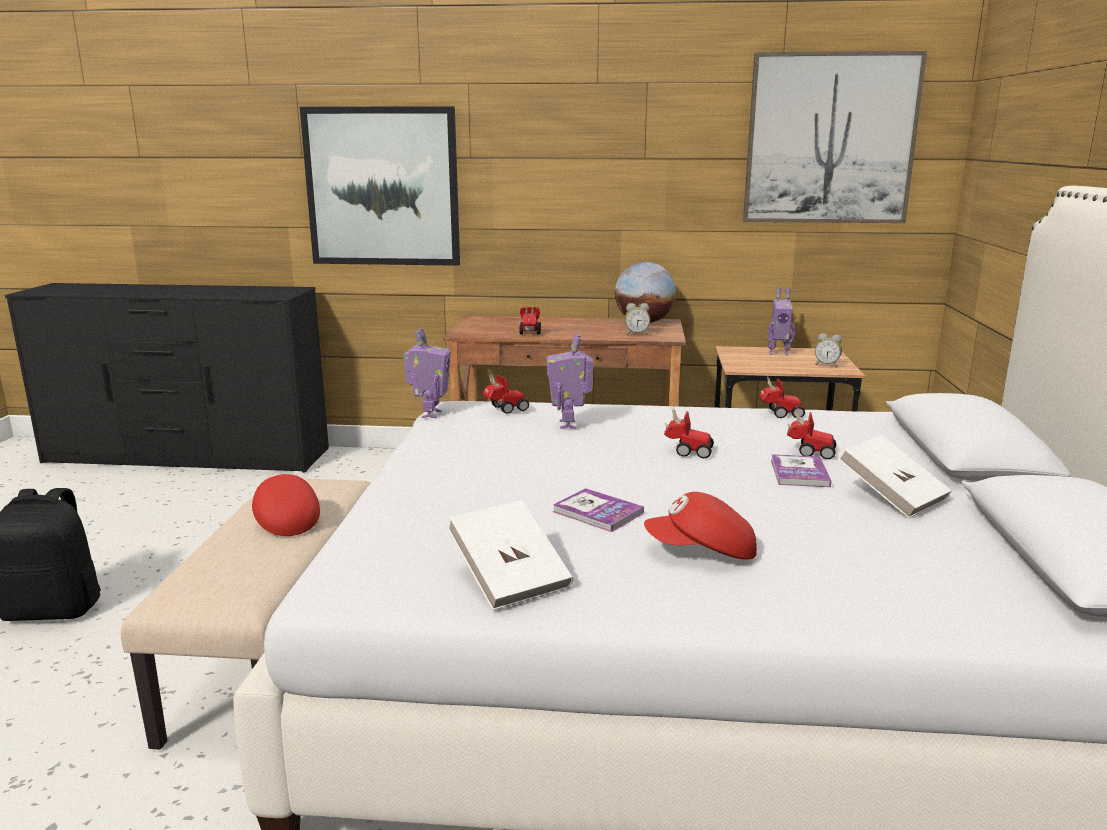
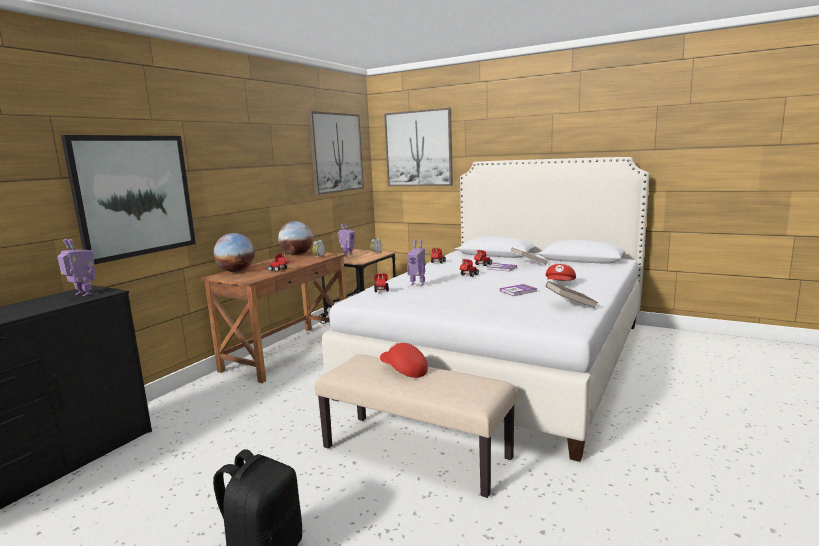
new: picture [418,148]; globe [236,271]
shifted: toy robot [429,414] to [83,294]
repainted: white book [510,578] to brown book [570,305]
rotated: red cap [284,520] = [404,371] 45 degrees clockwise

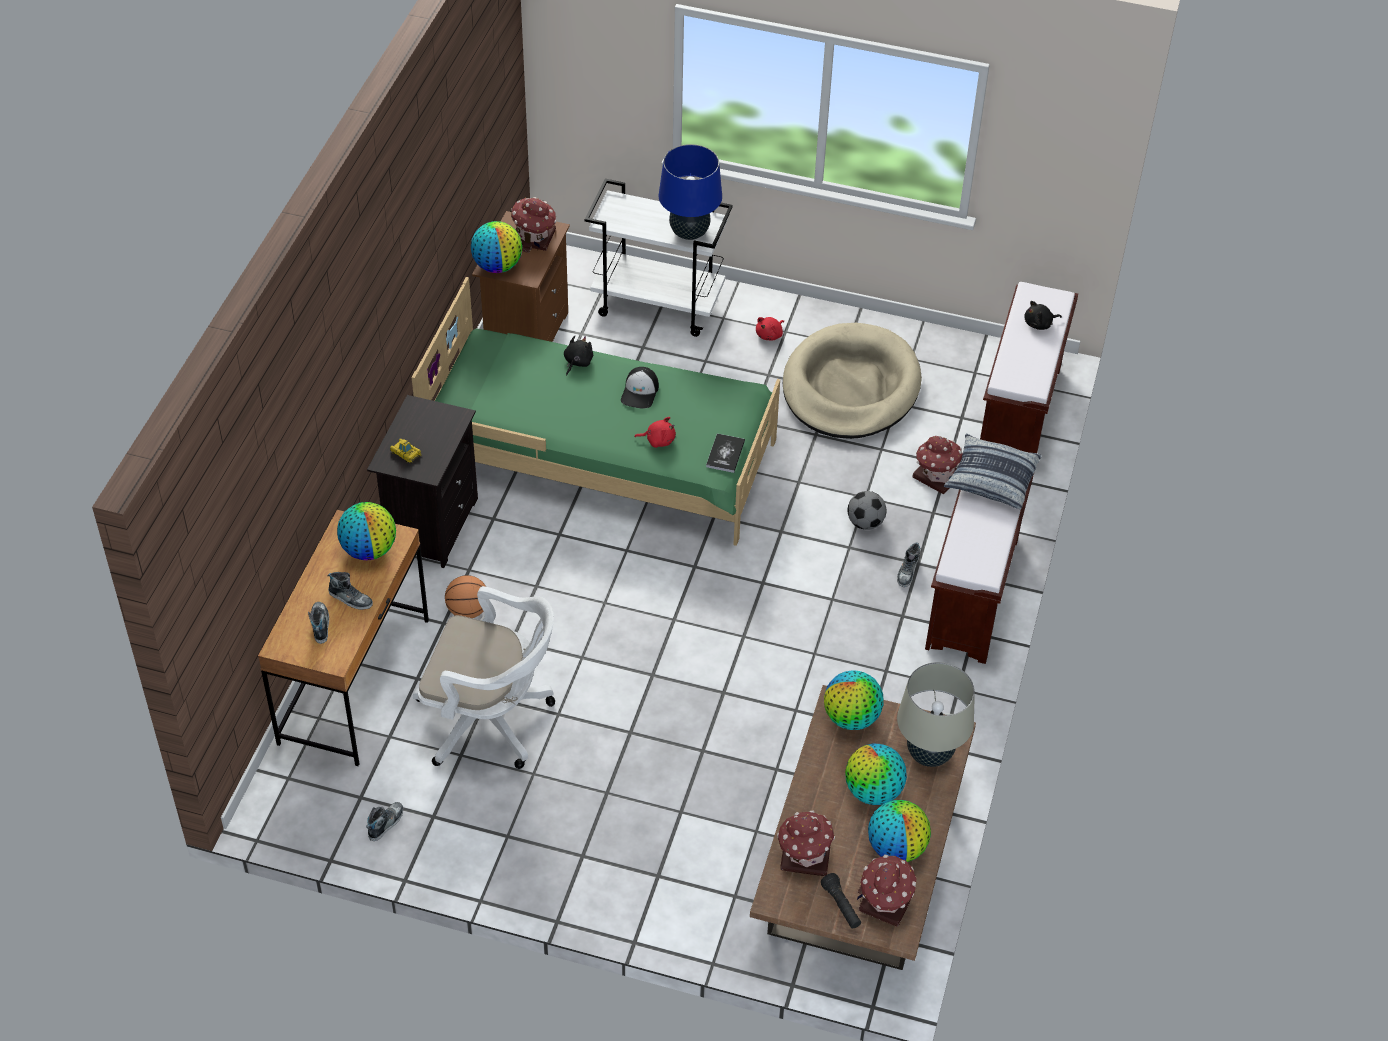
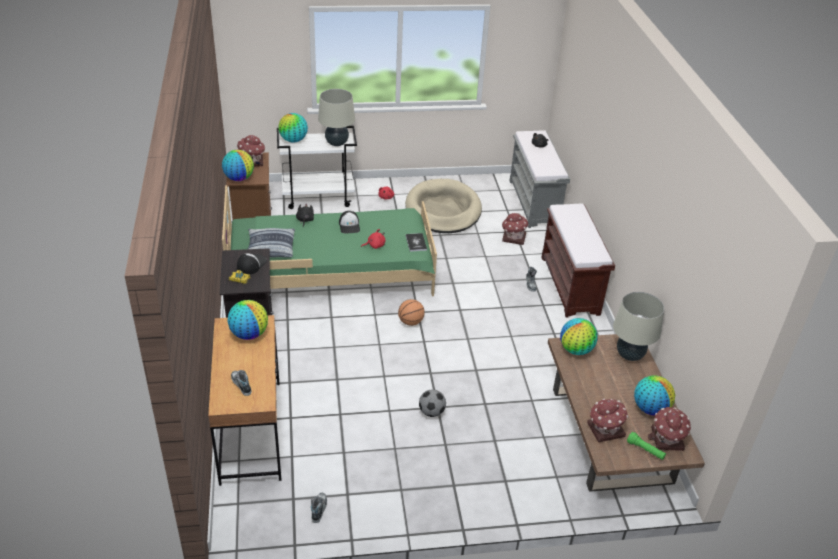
gone: shoe [350,598]; white office chair [491,721]
new: cap [251,264]
shifted: pillow [991,479] to [270,248]; football [865,523] to [431,412]; basketball [468,611] to [410,322]; globe [873,792] to [293,140]
repainted: blue table lamp [689,232] to beige table lamp [337,143]; brown bench [1019,417] to grey bench [534,203]; black flashlight [841,906] to green flashlight [645,450]

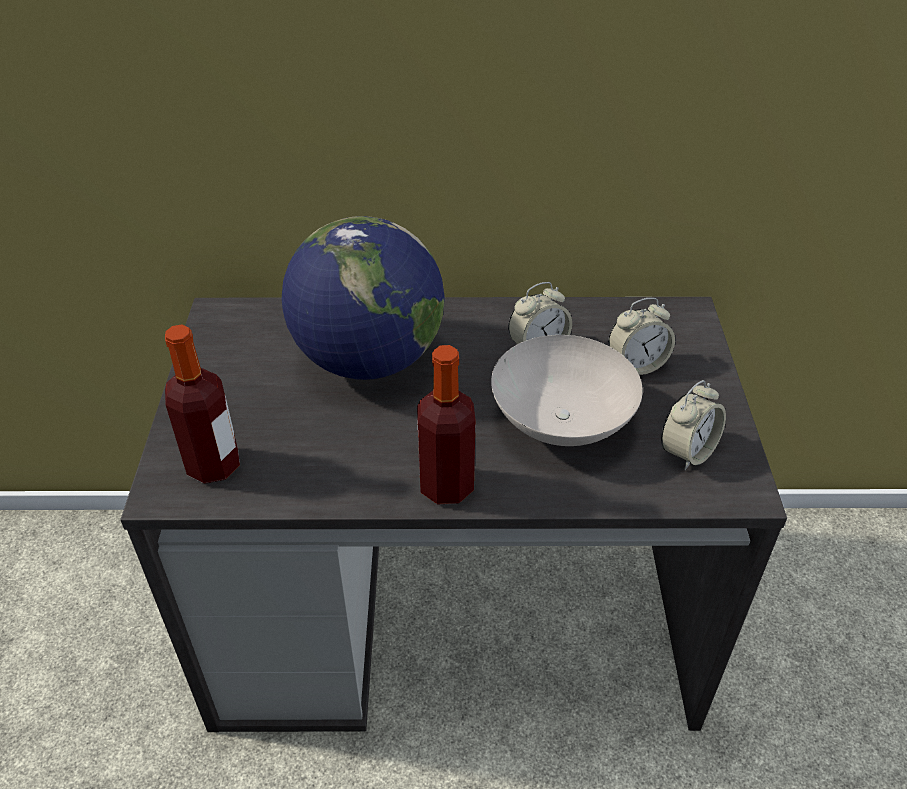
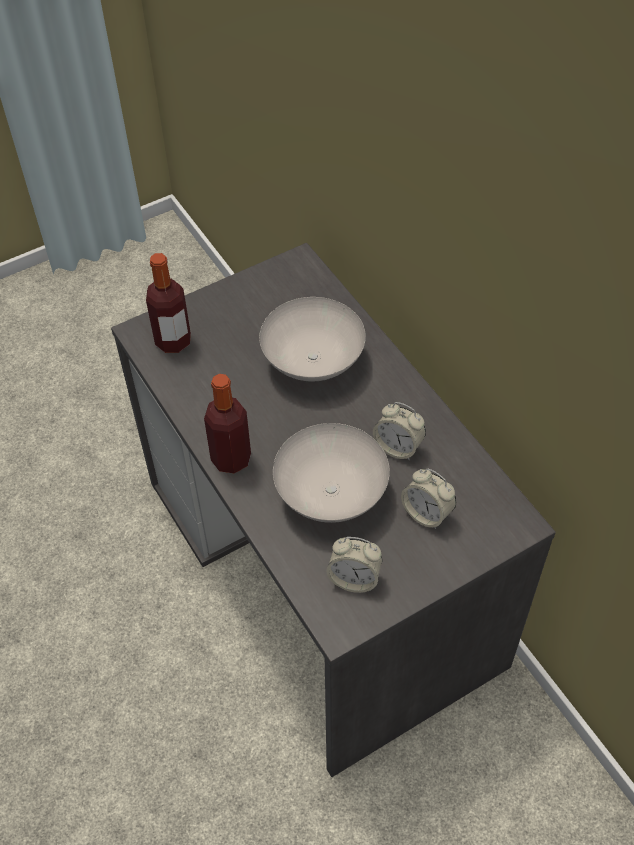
swapped: globe [368,360] to white bowl [314,361]

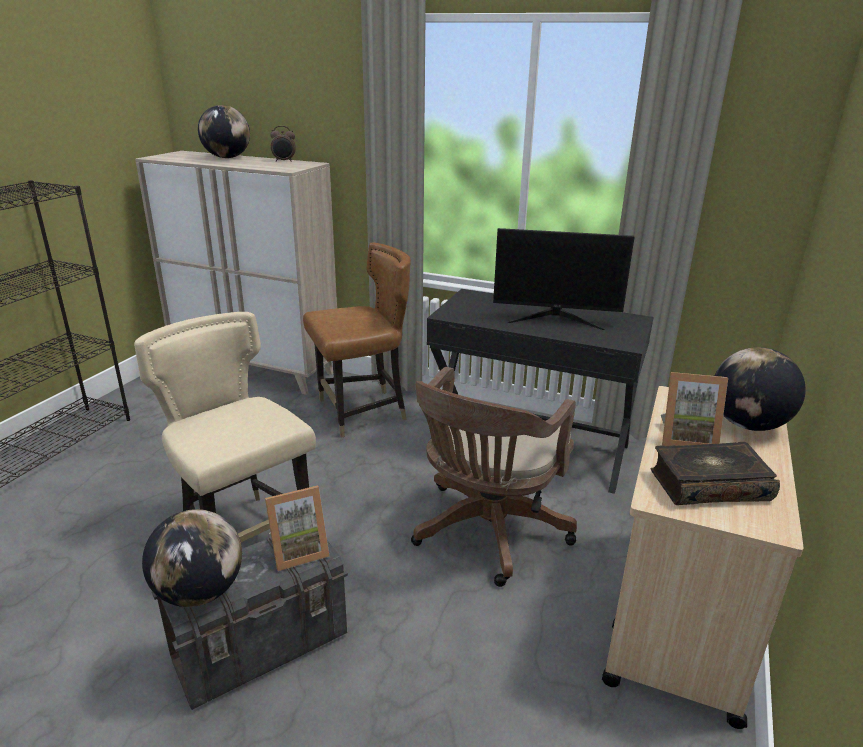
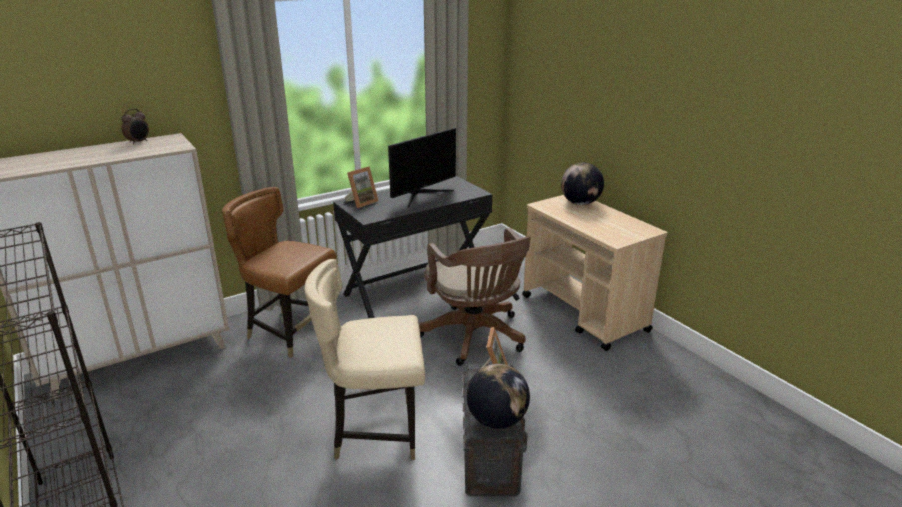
gone: globe [227,157]; book [708,485]
shifted: picture frame [686,439] to [361,202]
rotated: brown chair [362,412] = [290,332] 75 degrees counterclockwise

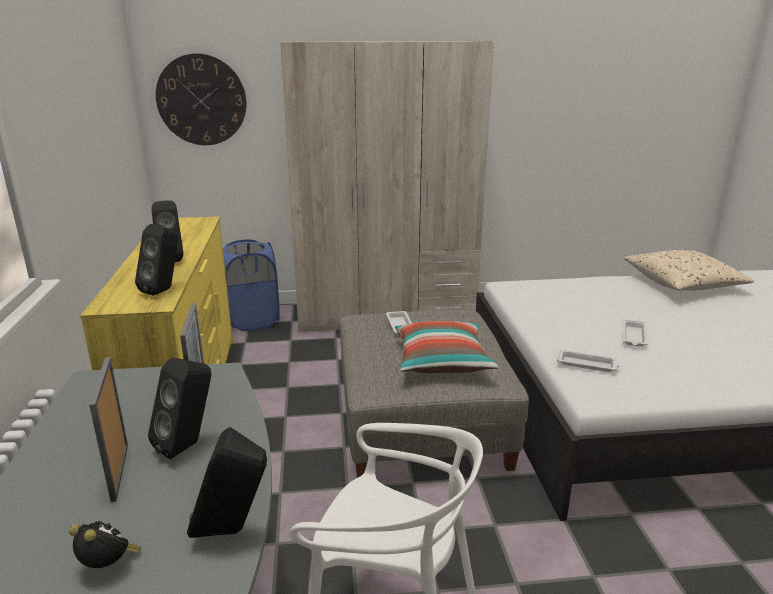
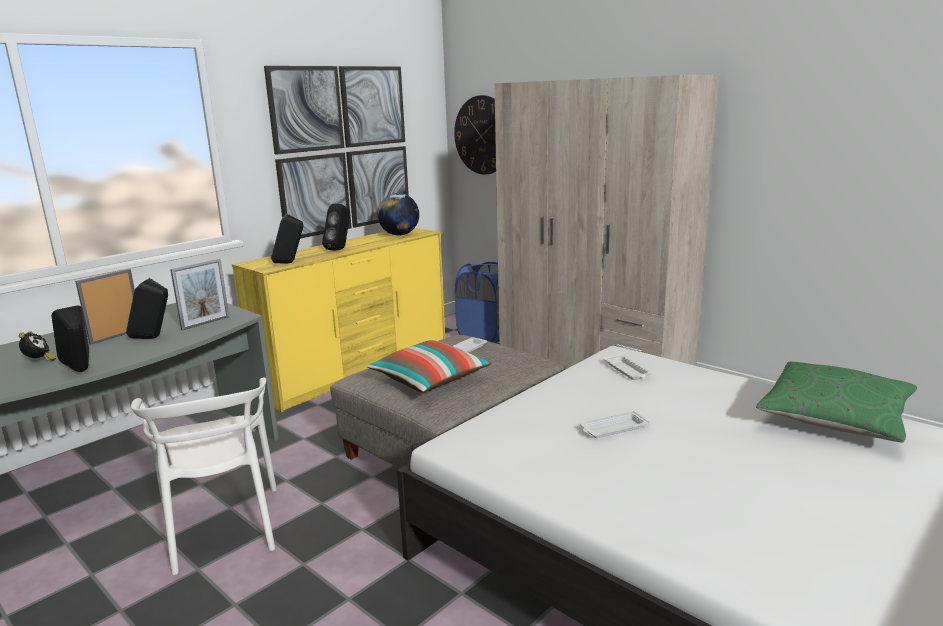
new: picture [344,149]; globe [399,235]
shifted: white tray [587,364] to [627,371]
repainted: beige pillow [682,283] to green pillow [834,418]

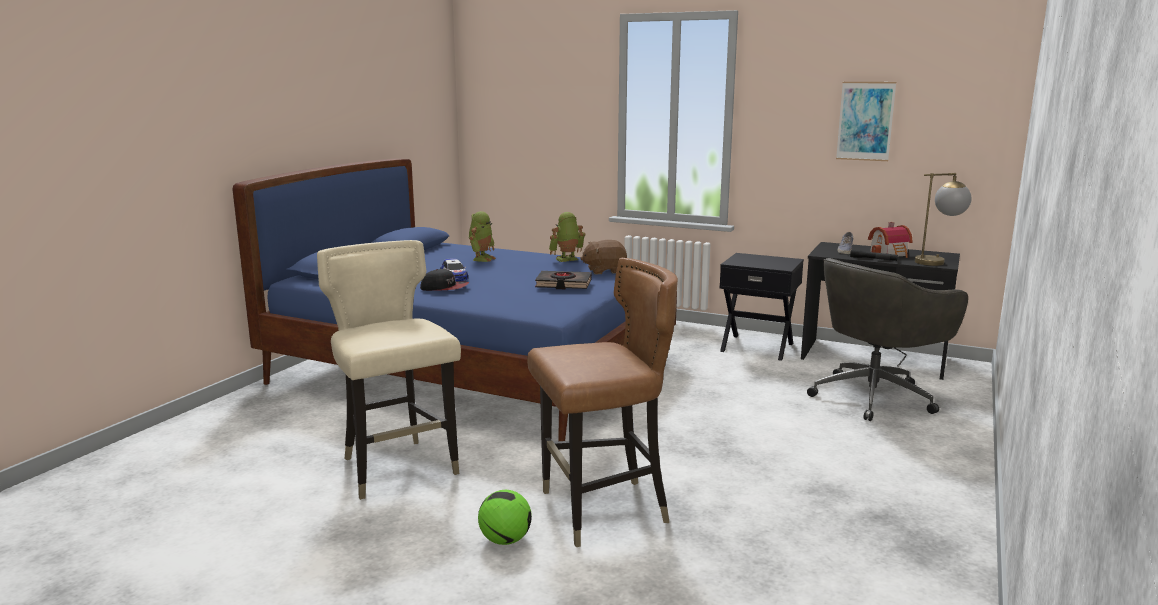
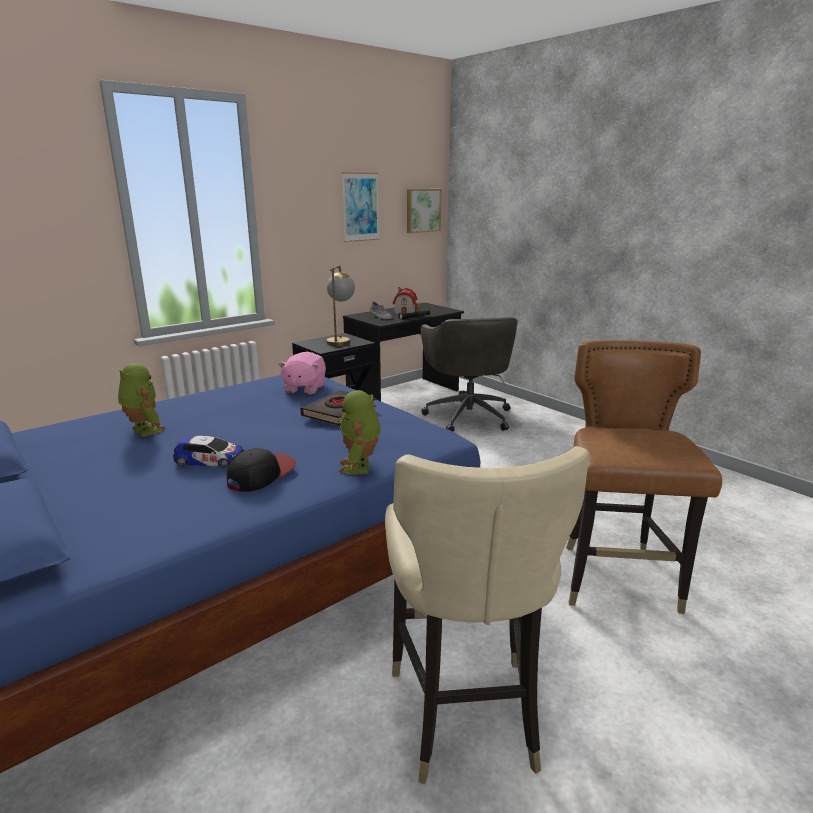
gone: football [505,540]
new: picture [422,210]
shifted: table lamp [938,262] to [340,341]; toy robot [567,260] to [360,466]
repainted: brown plush toy [604,271] to pink plush toy [304,389]
rotated: beige chair [398,469] = [464,713] 90 degrees counterclockwise

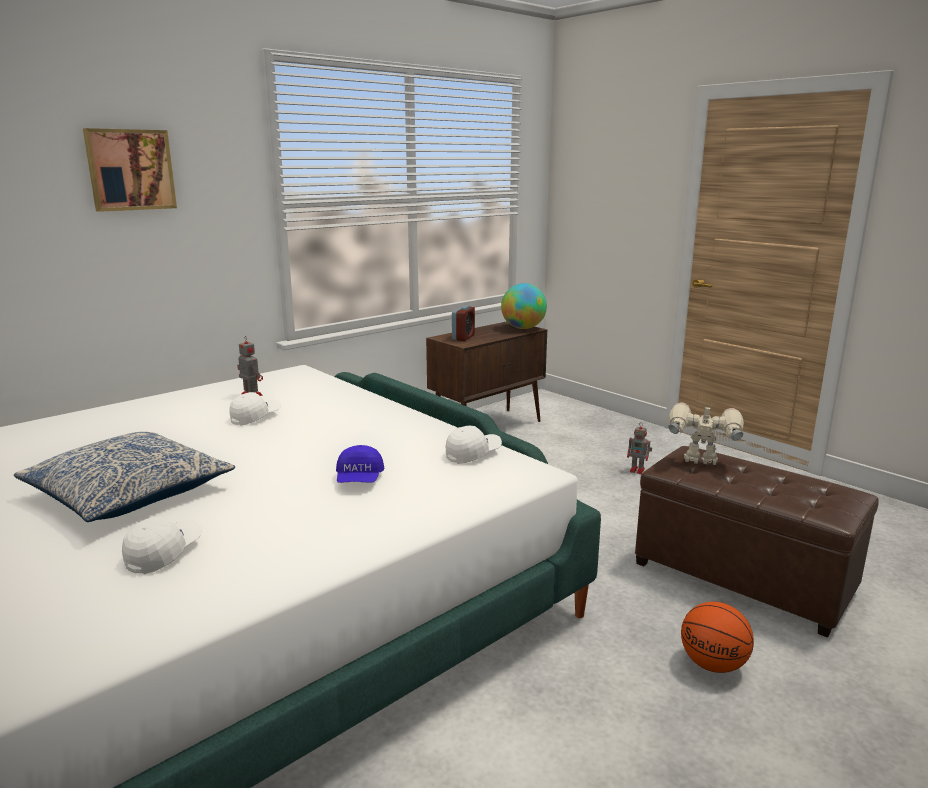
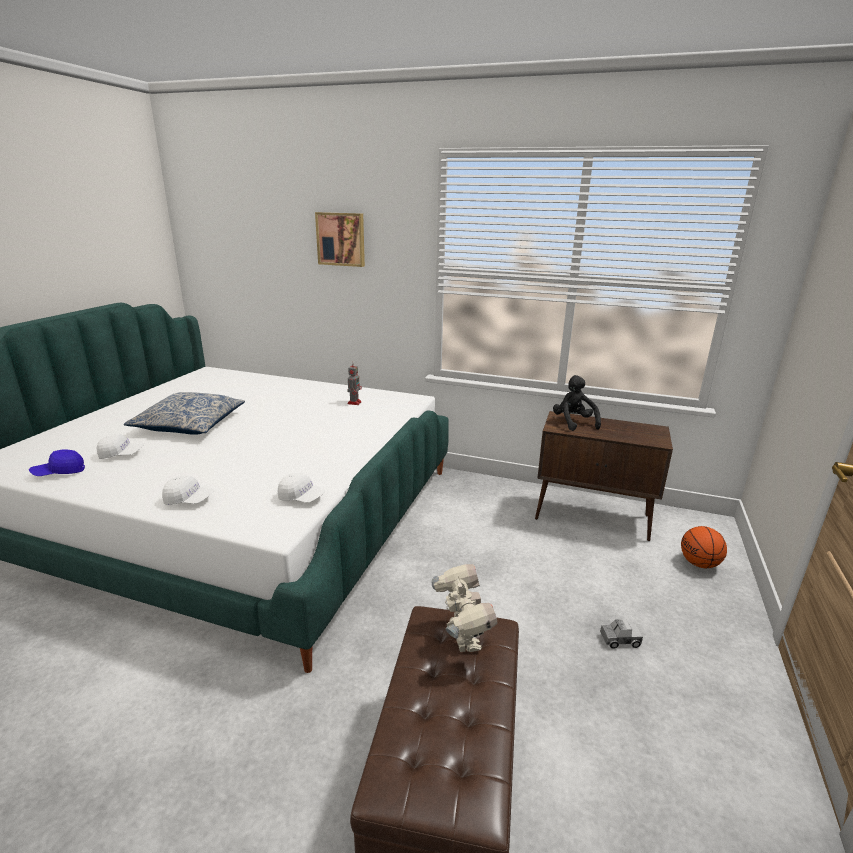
gone: globe [523,328]
shifted: white cap [255,417] to [189,500]; blue cap [359,480] to [59,472]; basketball [713,664] to [699,564]
swapped: alarm clock [463,337] to black plush toy [573,423]; toy robot [638,470] to toy truck [619,640]

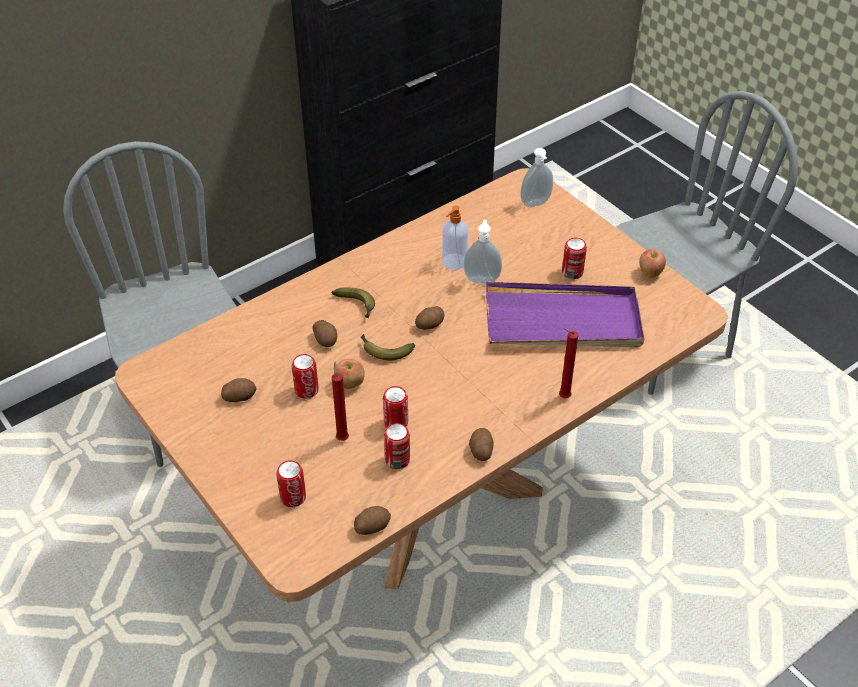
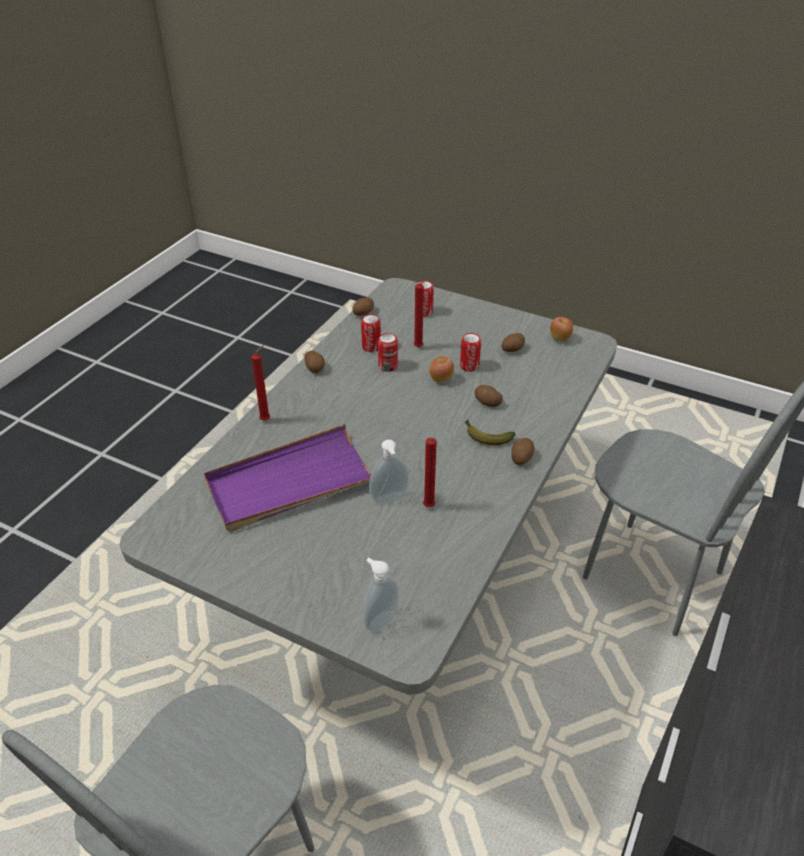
gone: can [572,272]; banana [384,351]
shifted: apple [649,273] to [560,338]; potato [430,325] to [521,457]
swapped: soap dispenser [454,262] to red candle [428,508]
repainted: brown dining table [429,499] to grey dining table [400,580]

